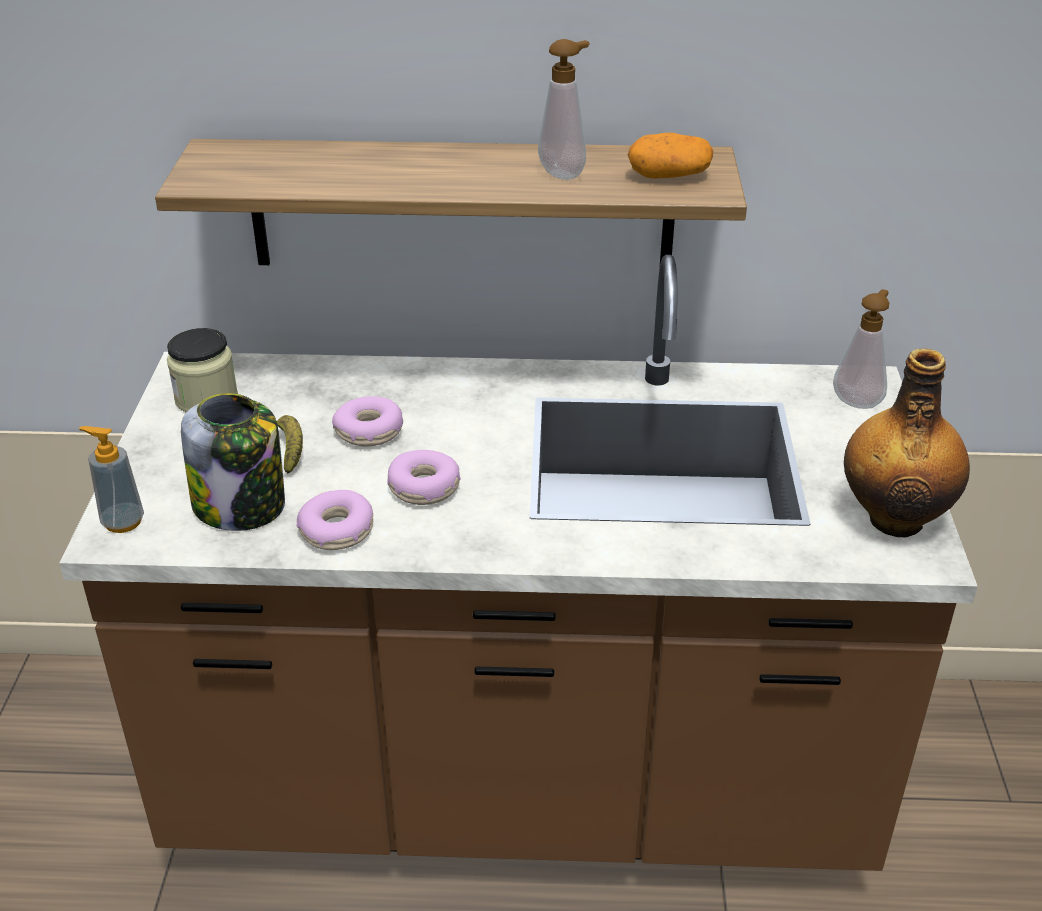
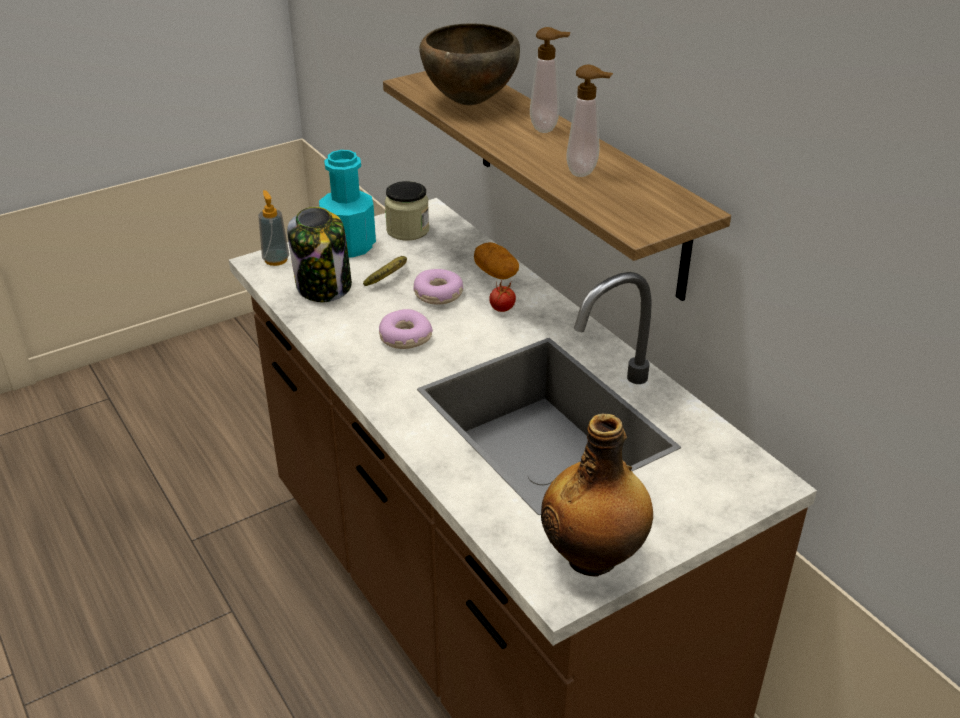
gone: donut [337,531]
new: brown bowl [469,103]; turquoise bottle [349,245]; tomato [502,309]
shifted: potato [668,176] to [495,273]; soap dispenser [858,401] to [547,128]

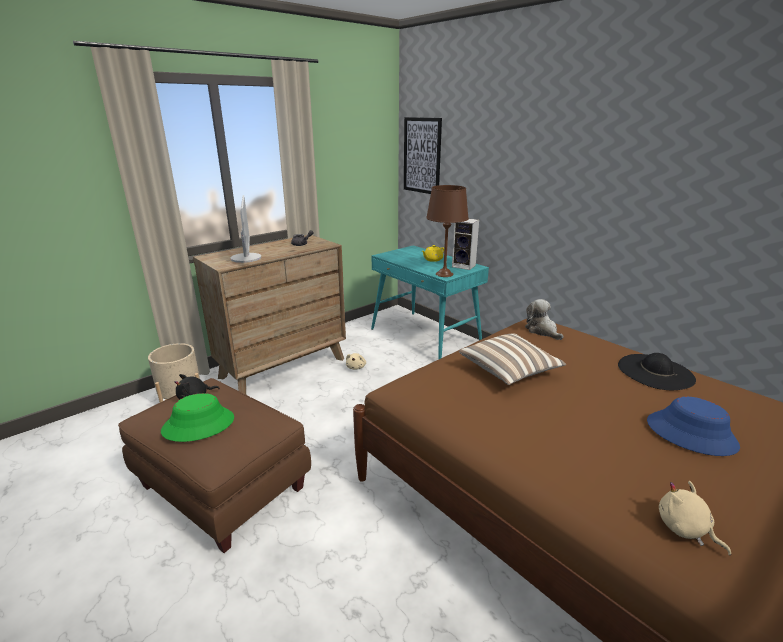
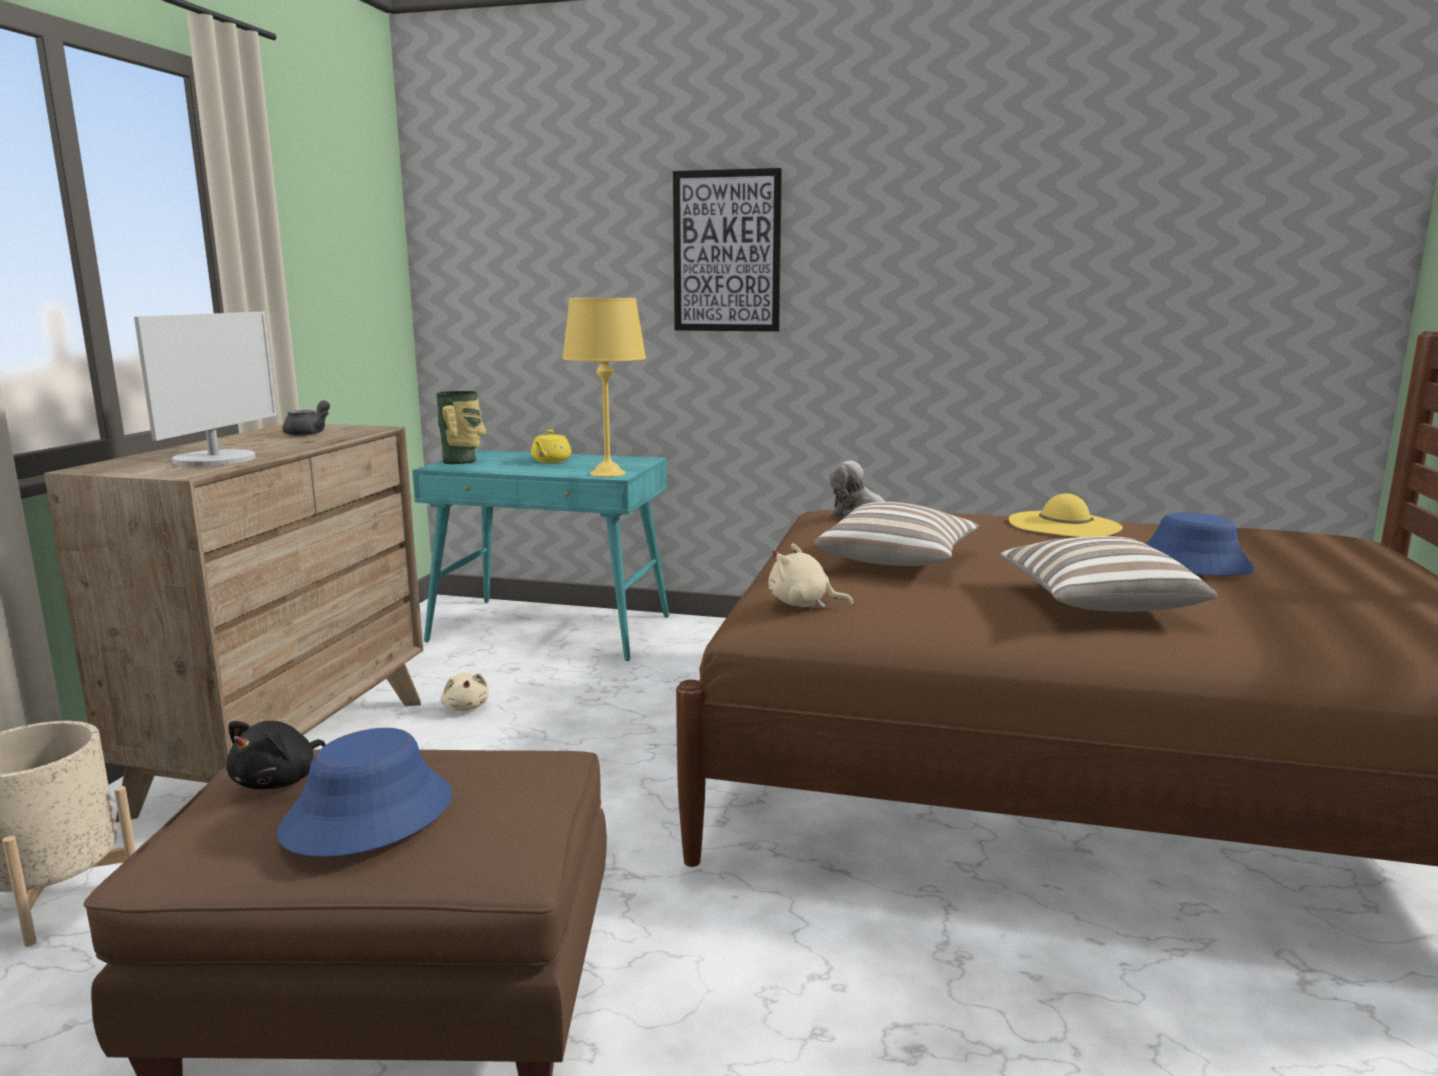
gone: speaker [464,266]
new: vase [462,461]; pillow [1097,604]
shifted: picture [422,156] to [727,252]; beige plush toy [685,529] to [803,604]
repainted: brown table lamp [444,274] to yellow table lamp [607,473]; black hat [655,372] to yellow hat [1064,524]; green hat [198,424] to blue hat [368,814]
rotated: monitor [246,258] = [216,459] 60 degrees clockwise

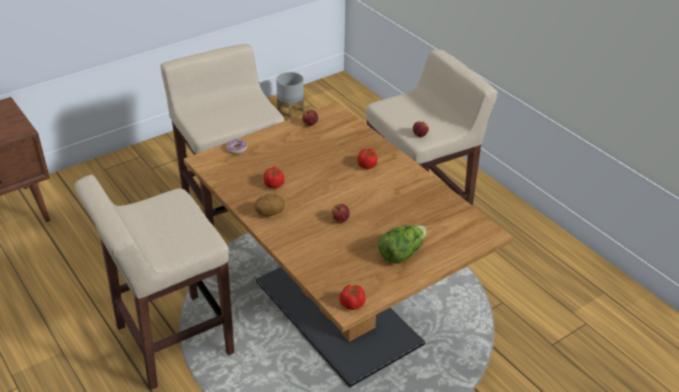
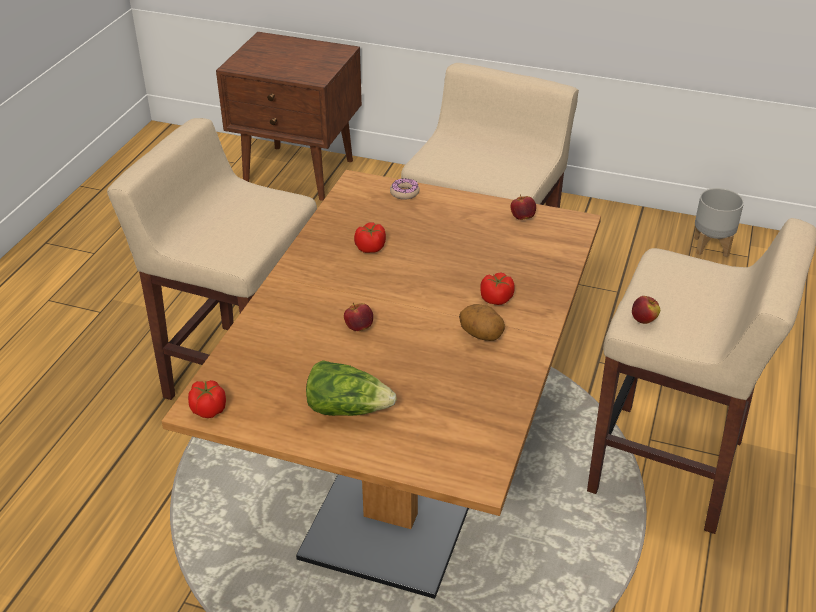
shifted: potato [270,213] to [481,335]

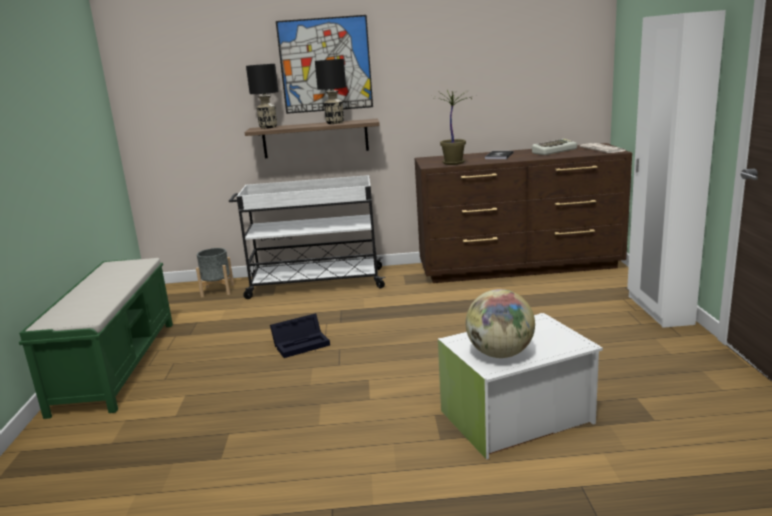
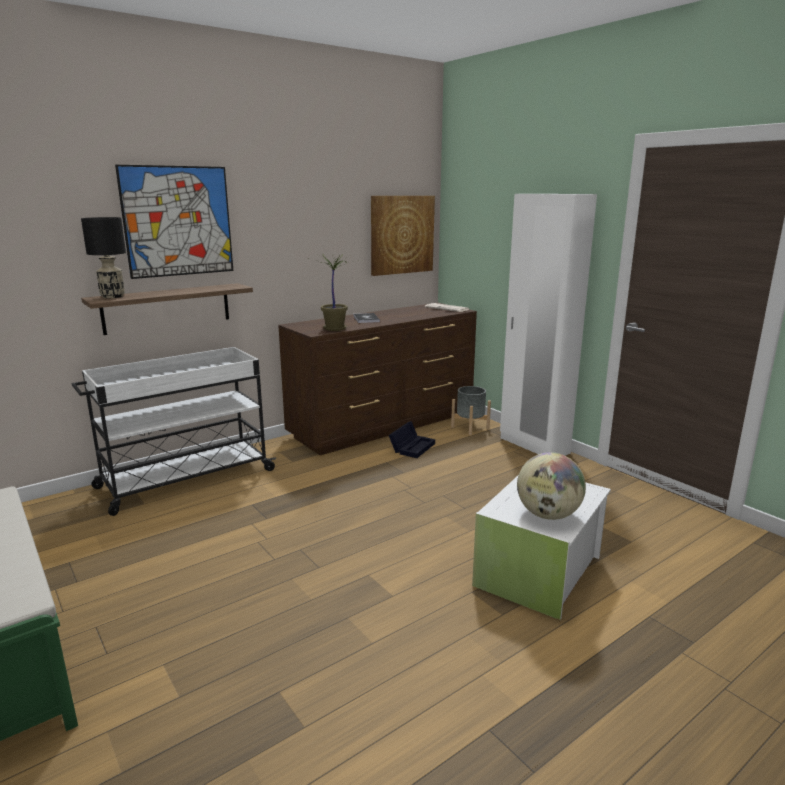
gone: black table lamp [335,123]; keyboard [554,151]
new: picture [401,234]
shifted: grey planter [218,291] to [470,428]; black storage box [302,344] to [412,447]

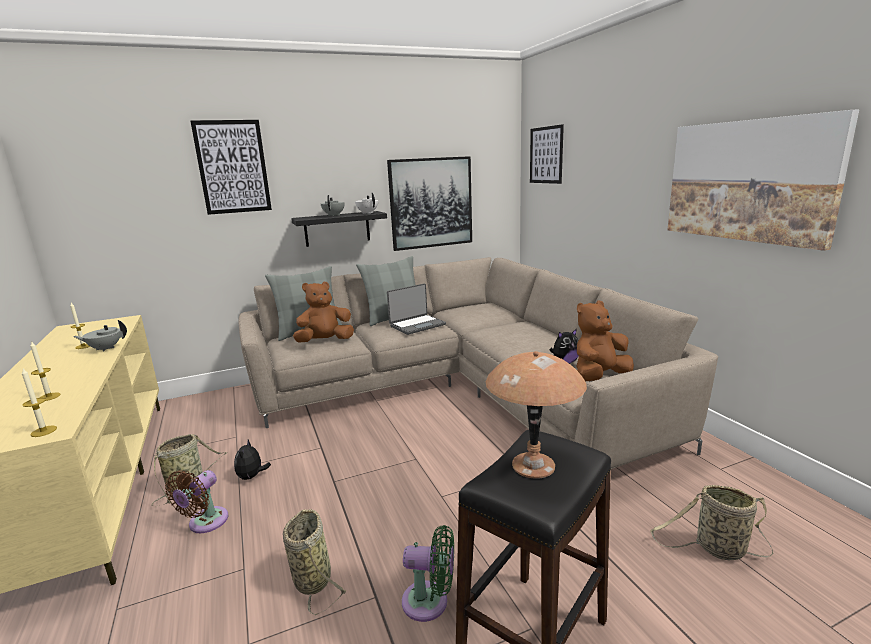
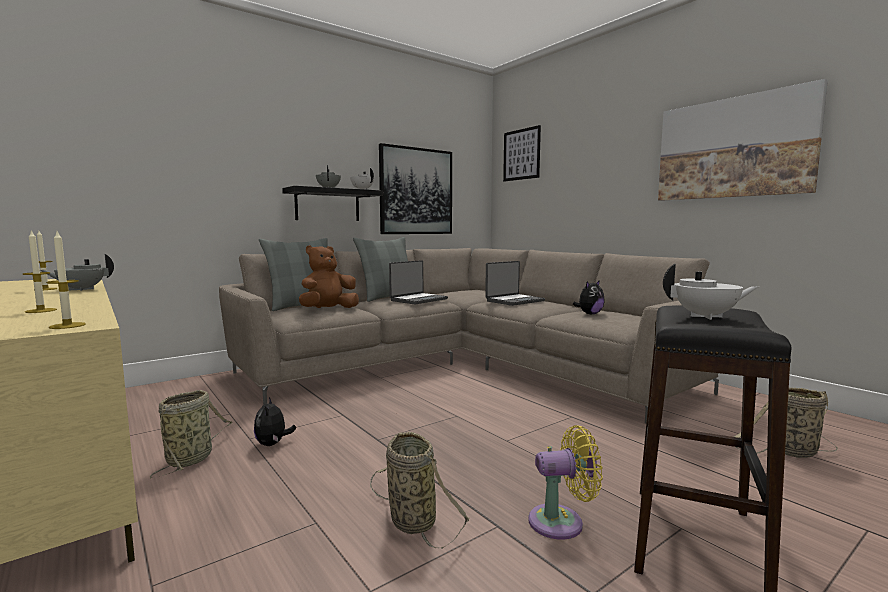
gone: picture [233,167]; brown plush toy [599,377]; brown fan [205,523]
new: laptop [514,301]
swapped: brown table lamp [533,466] to white teapot [706,317]
repainted: green fan [430,602] to yellow fan [561,522]

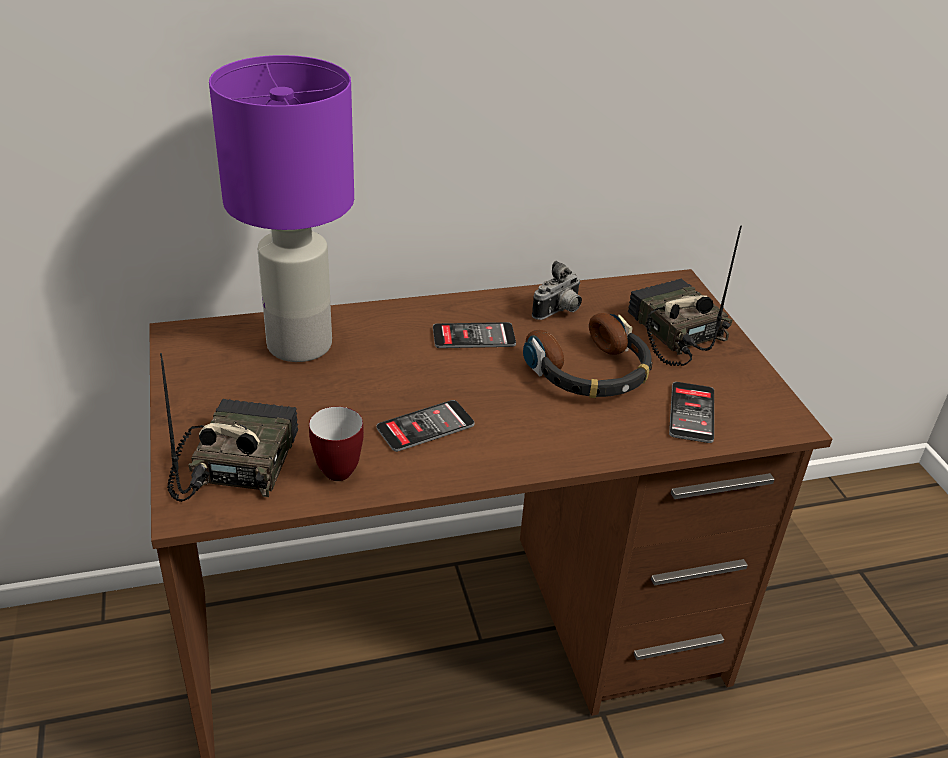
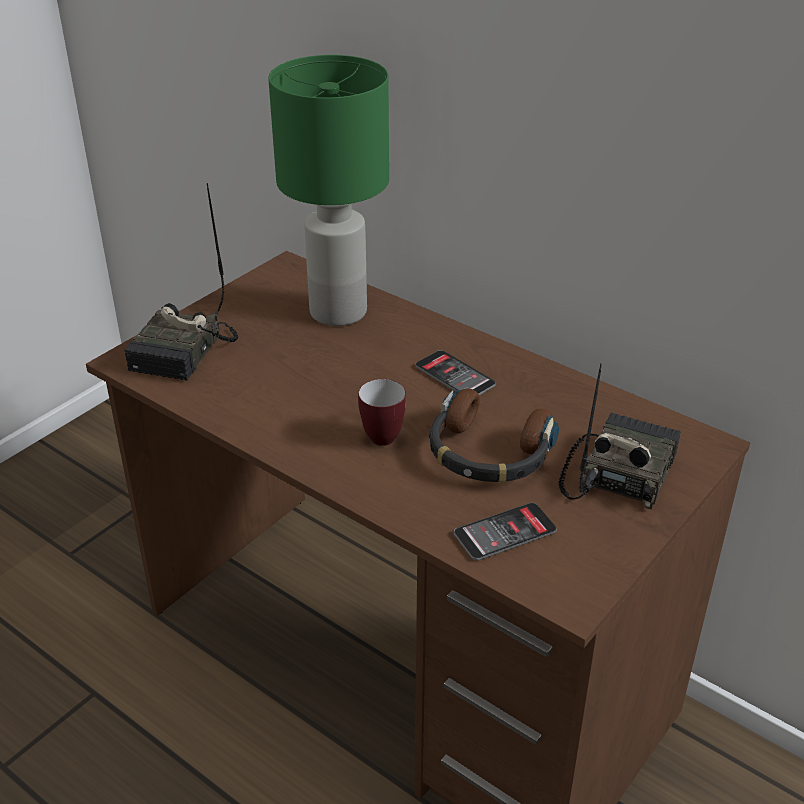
gone: photo camera [559,312]; phone [425,427]
shifted: mug [333,468] to [383,434]
repainted: purple table lamp [298,346] to green table lamp [336,312]
rotated: radio [235,462] = [185,353] 135 degrees clockwise

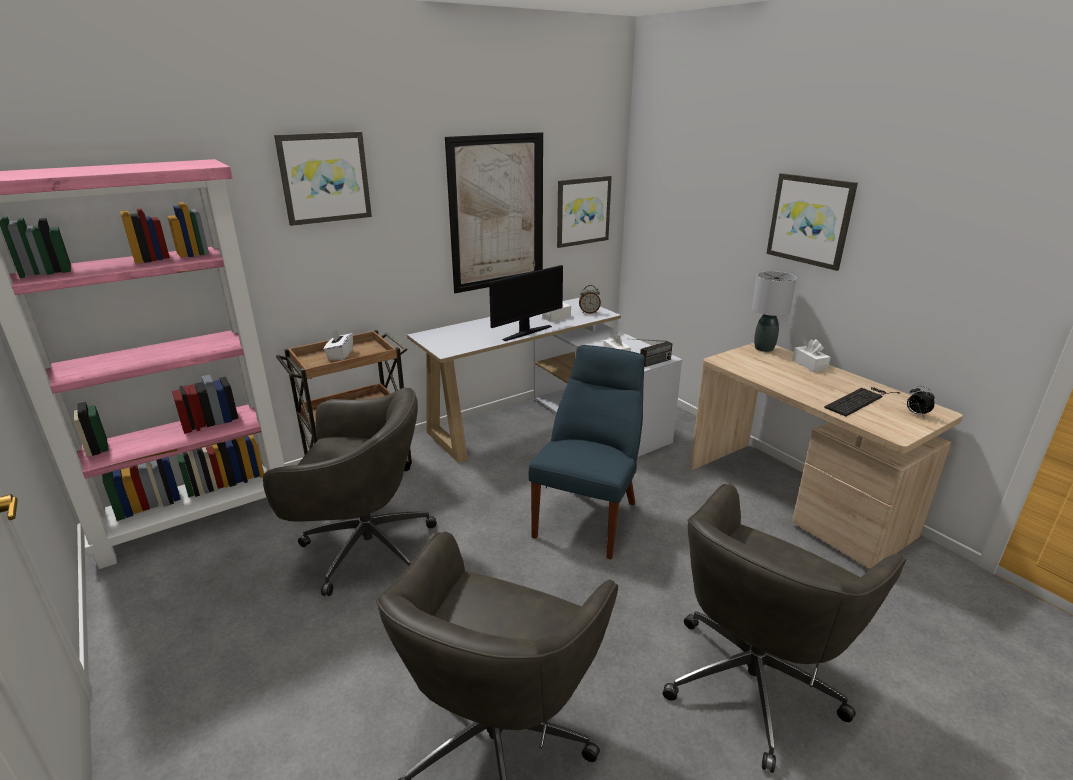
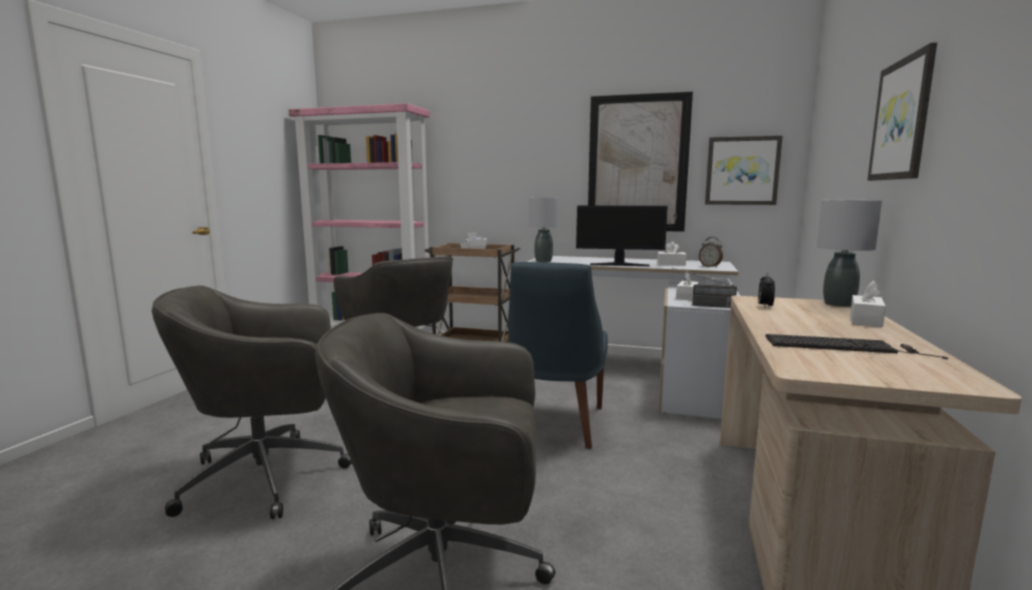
gone: picture [325,178]
new: grey table lamp [543,261]
shifted: alarm clock [916,414] to [765,306]
rotated: blue chair [588,516] = [555,425] 120 degrees clockwise

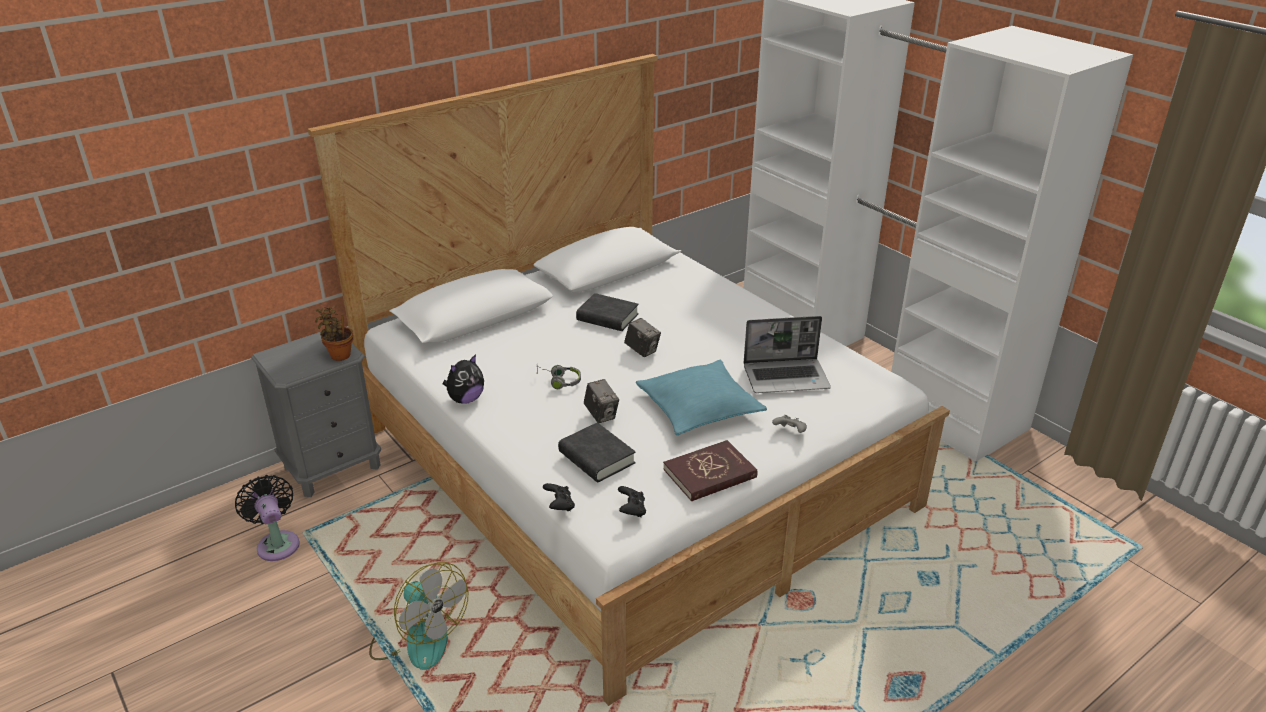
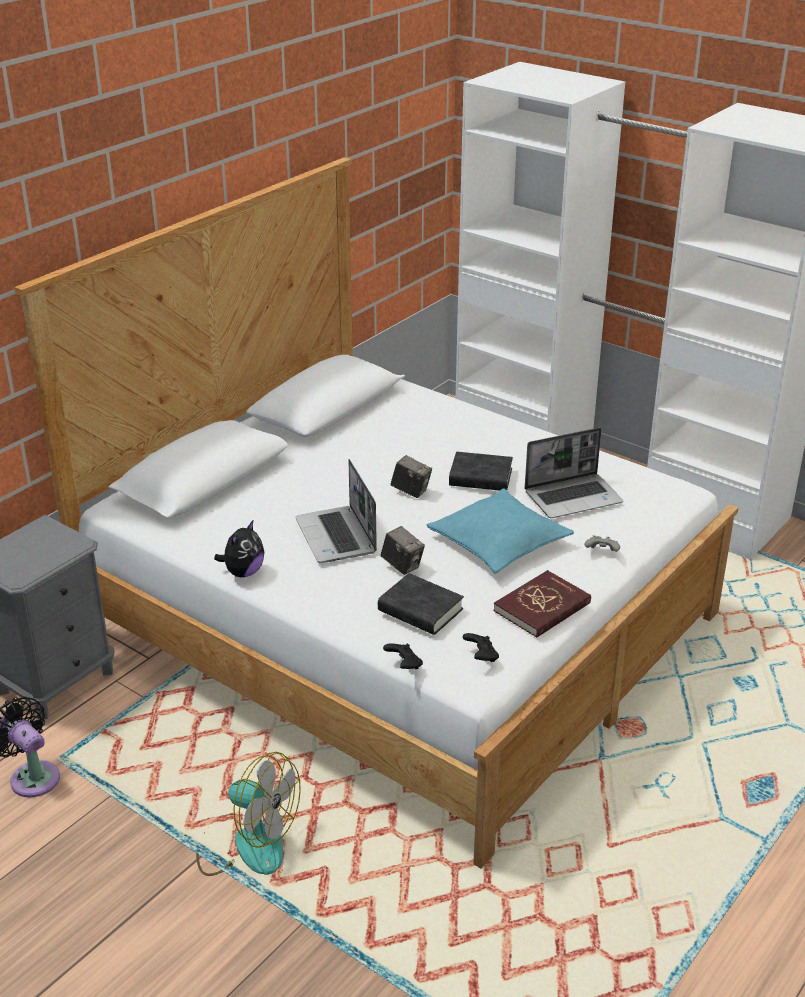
gone: potted plant [339,354]
shifted: black book [607,317] to [480,477]
swapped: grey headphones [559,381] to laptop [337,537]

